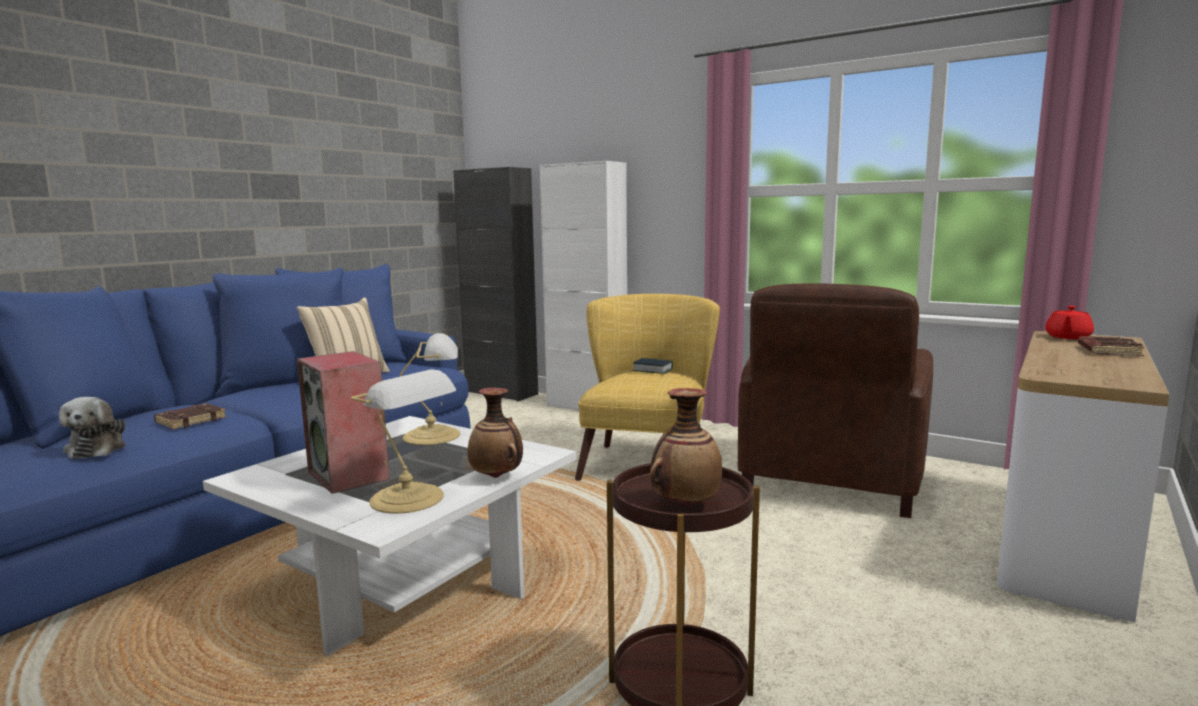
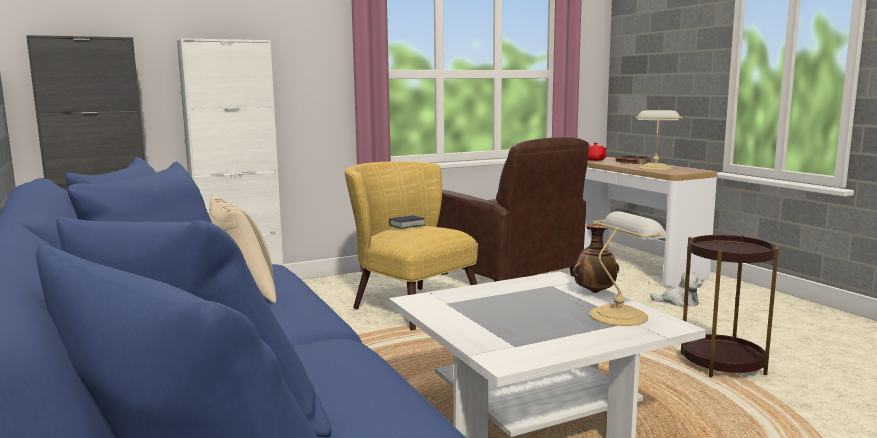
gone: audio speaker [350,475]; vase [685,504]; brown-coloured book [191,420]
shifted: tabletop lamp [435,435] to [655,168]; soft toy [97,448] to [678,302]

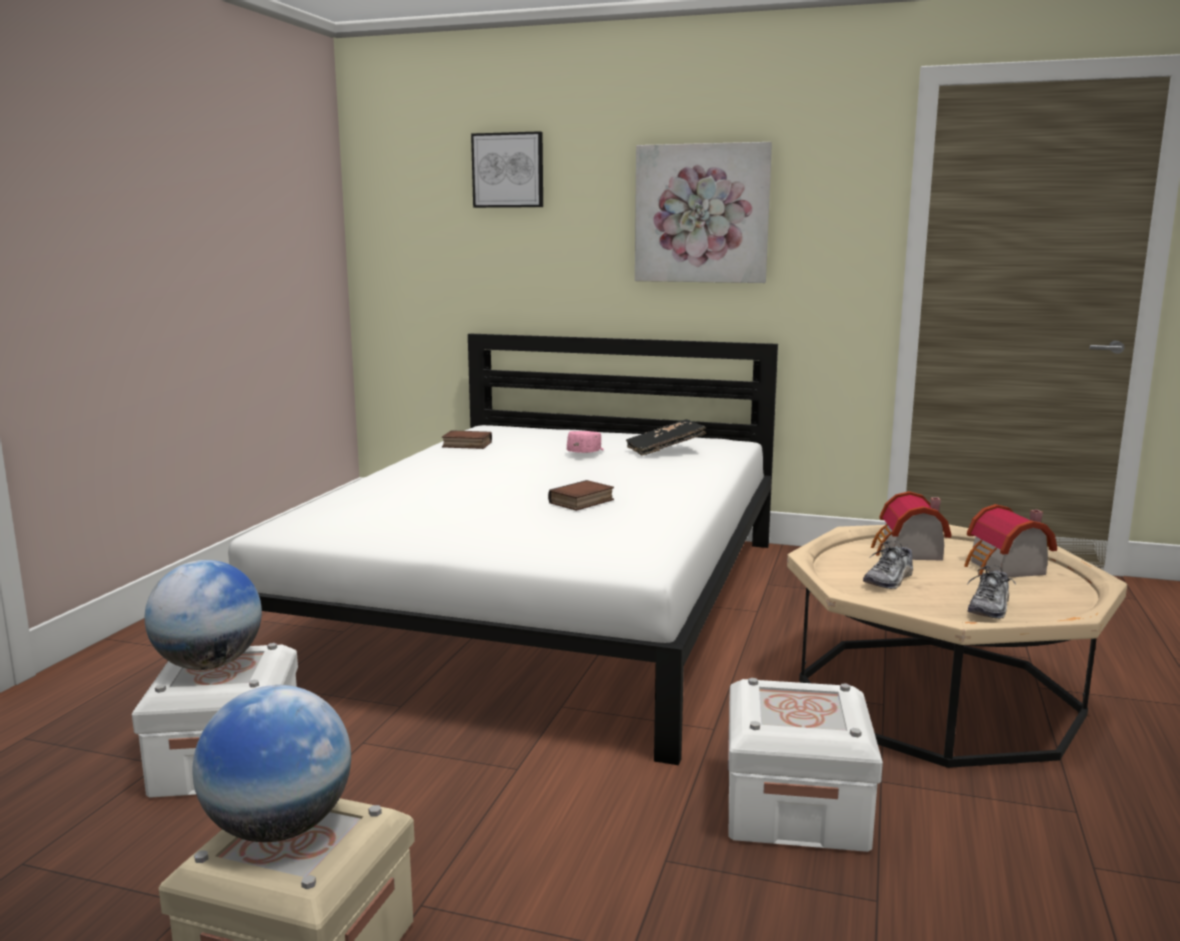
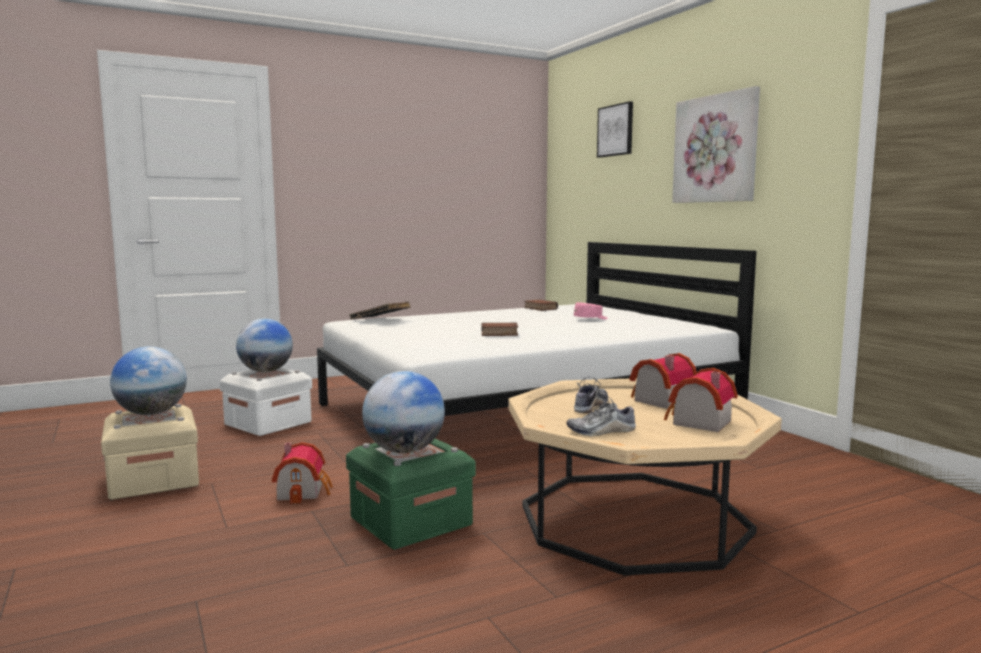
new: desk globe [404,451]; miniature house [304,491]
shifted: black-coloured book [665,450] to [380,320]
repainted: white-coloured storage container [795,808] to green-coloured storage container [411,521]
rotated: item of footwear [889,580] = [590,406] 120 degrees clockwise

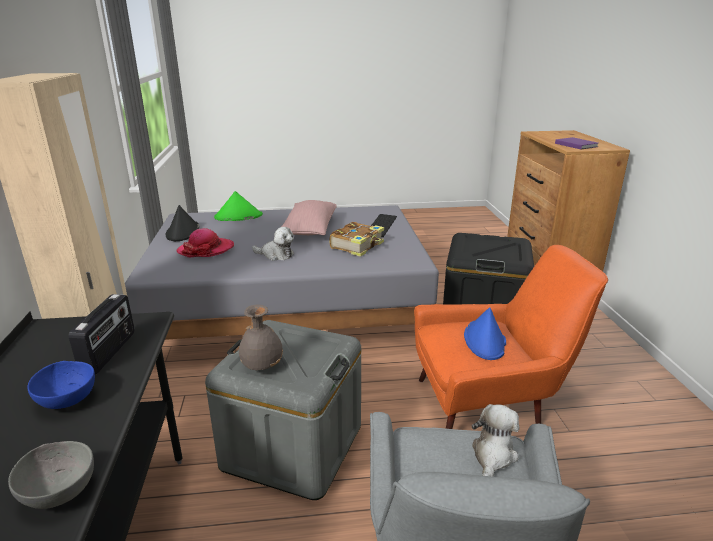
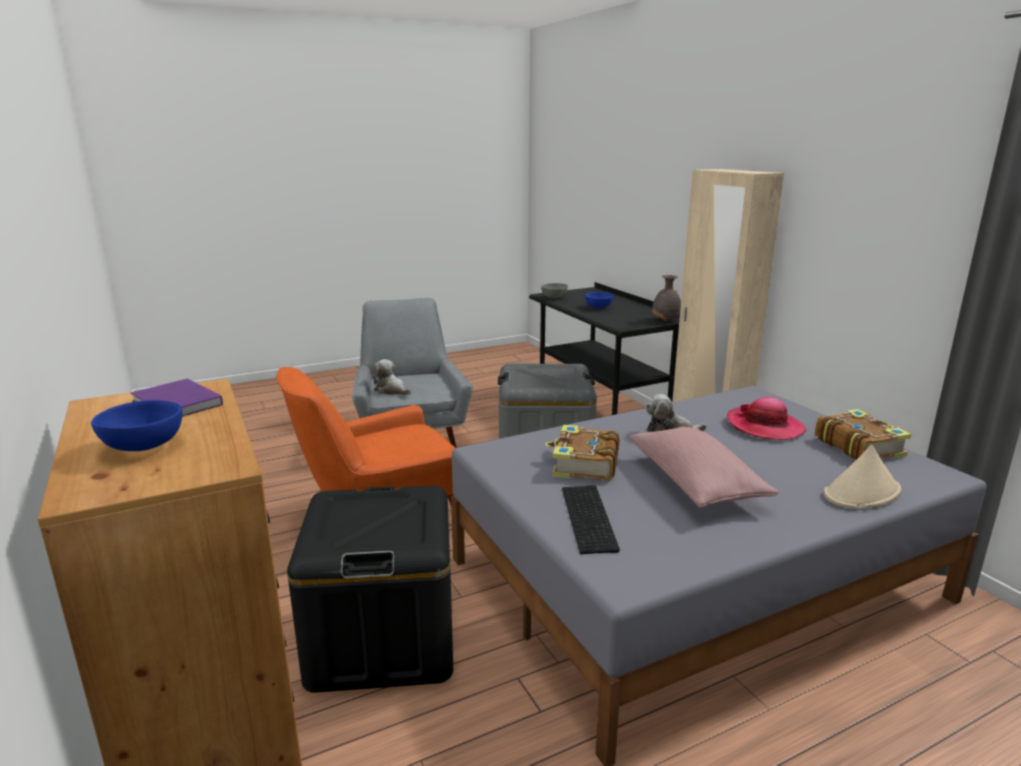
gone: radio receiver [110,352]; blue-coloured wearable hat [485,340]
new: blue-coloured serving bowl [141,447]
shifted: greyish vase [262,366] to [666,321]
swapped: black-coloured wearable hat [183,232] to book [858,446]
repainted: green-coloured wearable hat [238,216] to beige wearable hat [862,493]
rotated: soft toy [493,455] = [391,390] 120 degrees clockwise

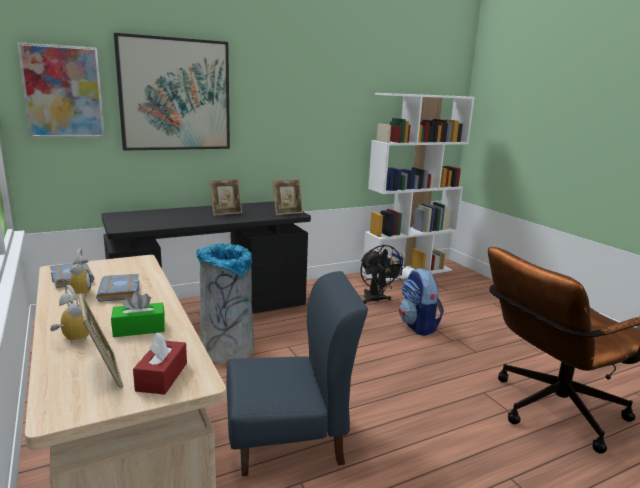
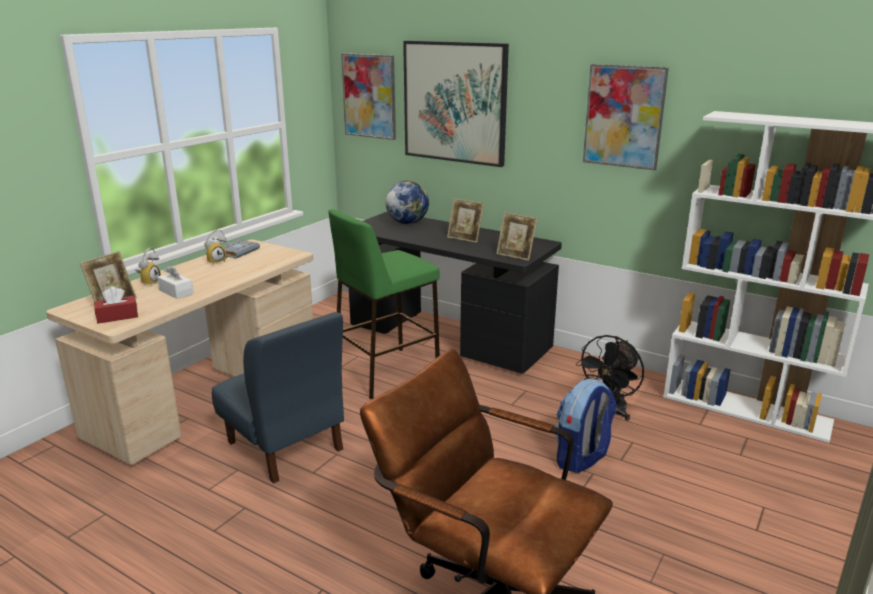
gone: greyish book [121,292]
new: wall picture [624,116]; desk globe [407,223]
swapped: greyish waste bin [226,351] to green-coloured stool [386,372]
repainted: green-coloured tissue holder [139,328] to white-coloured tissue holder [176,292]

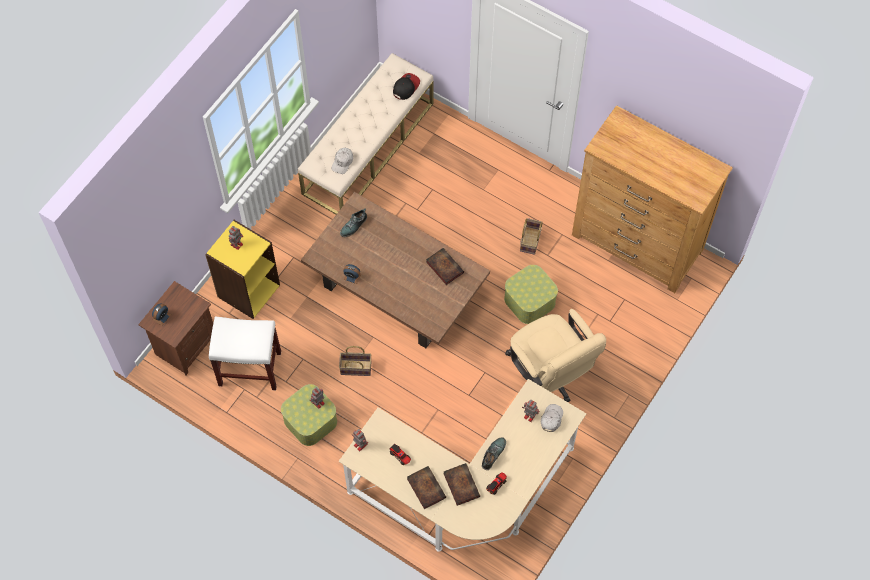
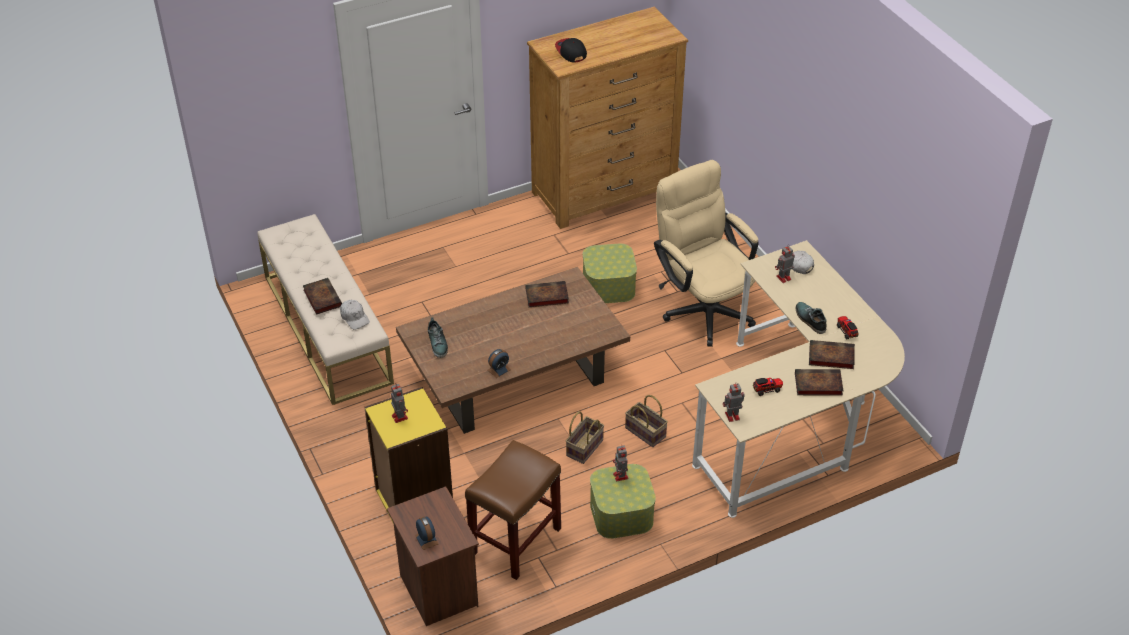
new: book [321,297]
shifted: peaked cap [406,87] to [570,52]; storage basket [531,241] to [646,432]
repainted: white-coloured stool [250,368] to brown-coloured stool [515,540]
rotated: beige office chair [549,376] = [702,307] 120 degrees counterclockwise

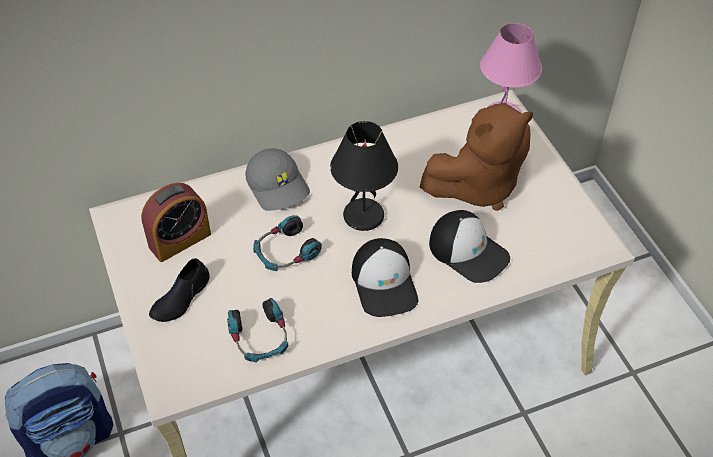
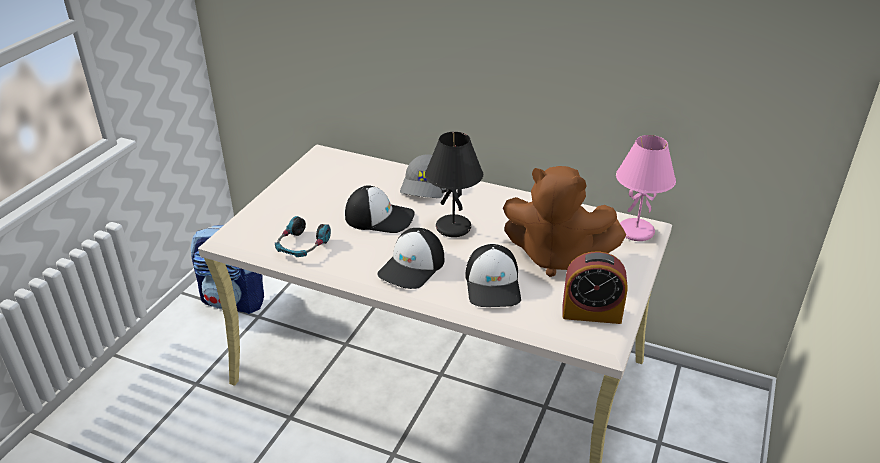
gone: black-coloured item of footwear [181,298]
shifted: bedside clock [180,240] to [591,313]
swapped: headset [286,252] to peaked cap [380,217]

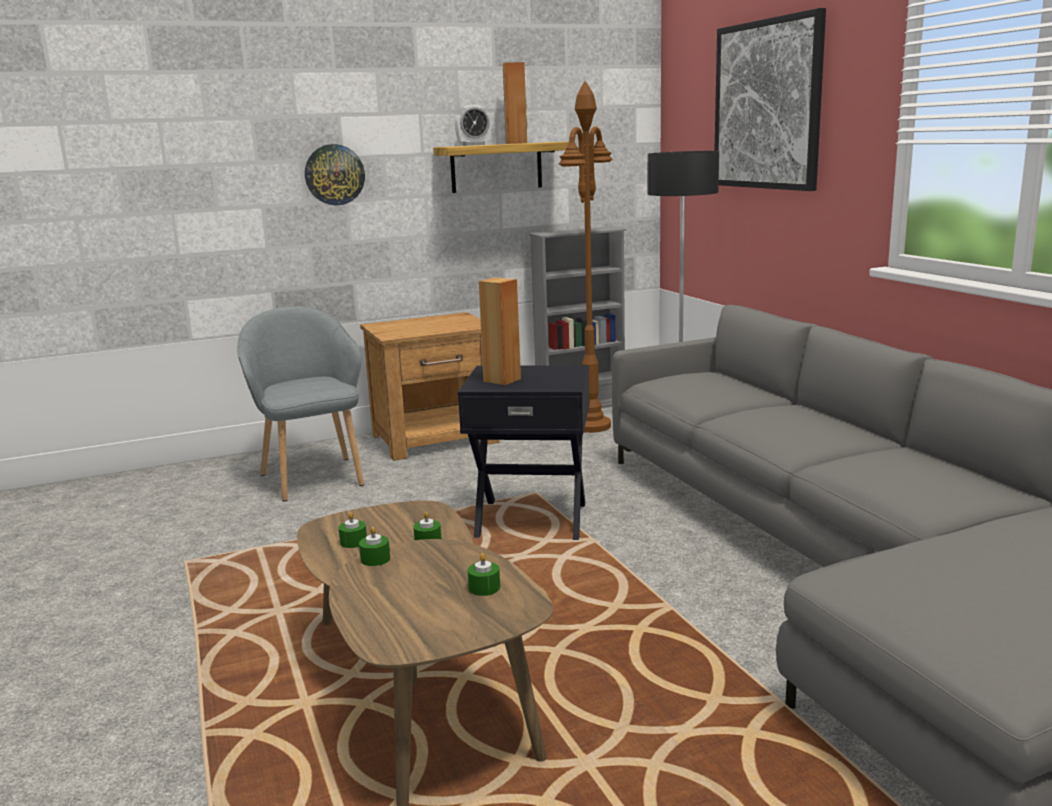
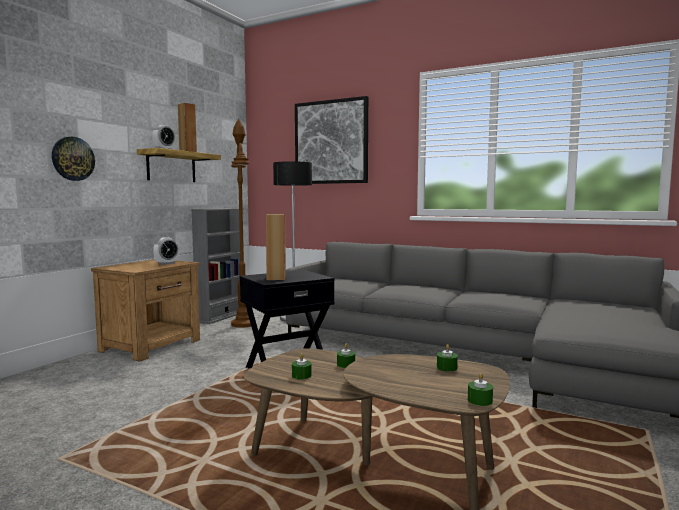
gone: greyish lounge chair [313,477]
new: bedside clock [166,263]
shifted: green-coloured wax light [375,559] to [480,400]

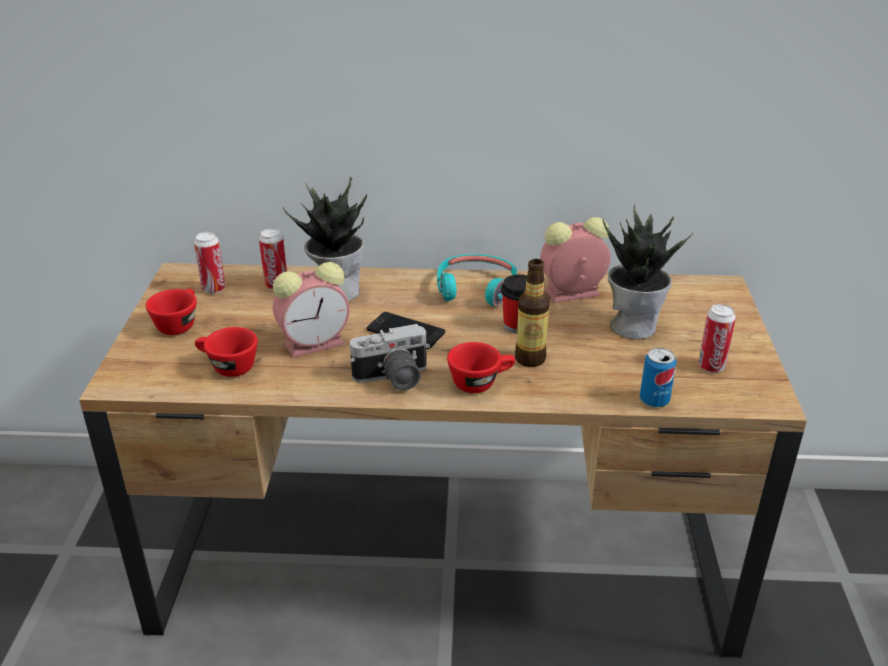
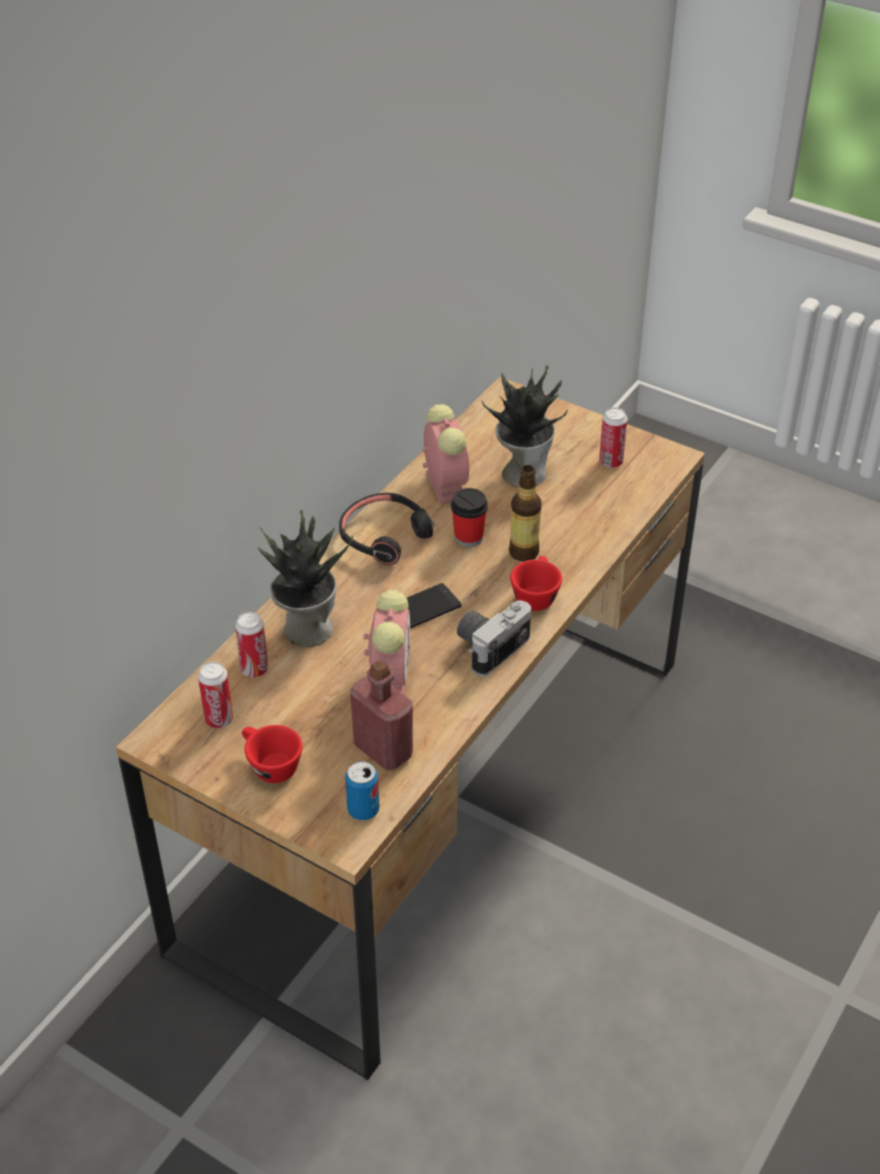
shifted: sealed can [654,400] to [363,810]
swapped: red-coloured drinking cup [227,367] to red-coloured drink bottle [383,750]
repainted: turquoise-coloured headset [476,288] to black-coloured headset [384,536]
rotated: bedside clock [570,293] = [443,483] 150 degrees clockwise; photo camera [393,379] = [490,645] 150 degrees counterclockwise

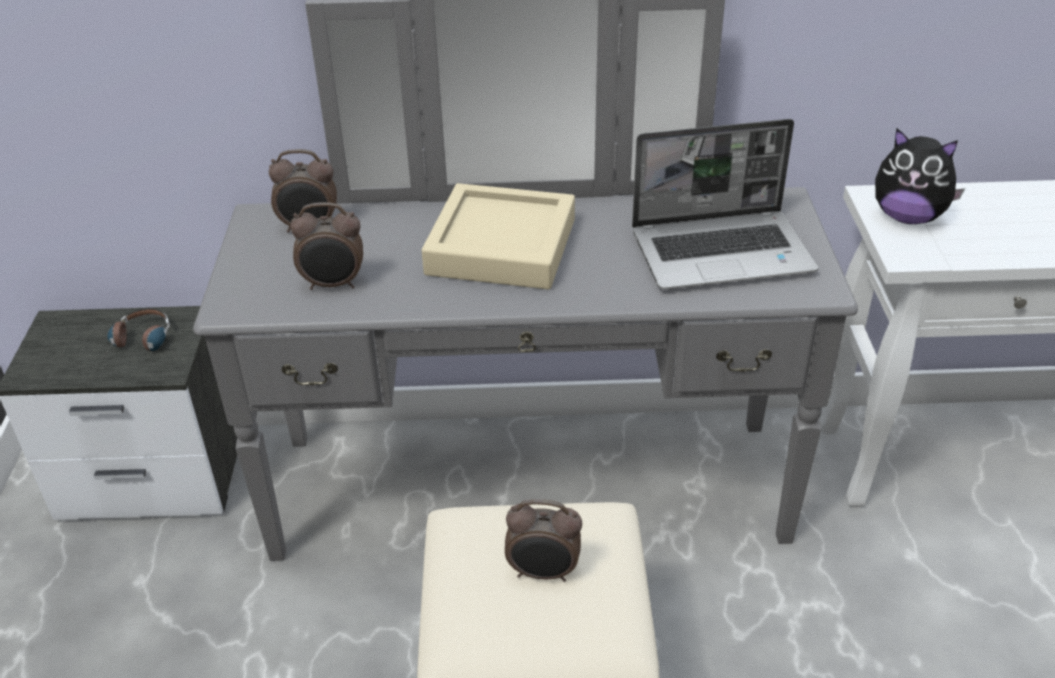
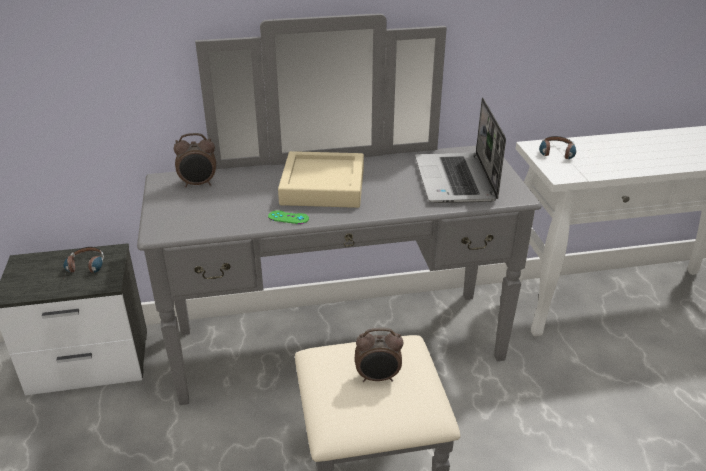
gone: bedside clock [333,284]
new: green-coloured game controller [288,217]
swapped: soft toy [908,217] to headset [556,155]
rotated: notebook computer [723,251] = [456,180] 105 degrees clockwise

